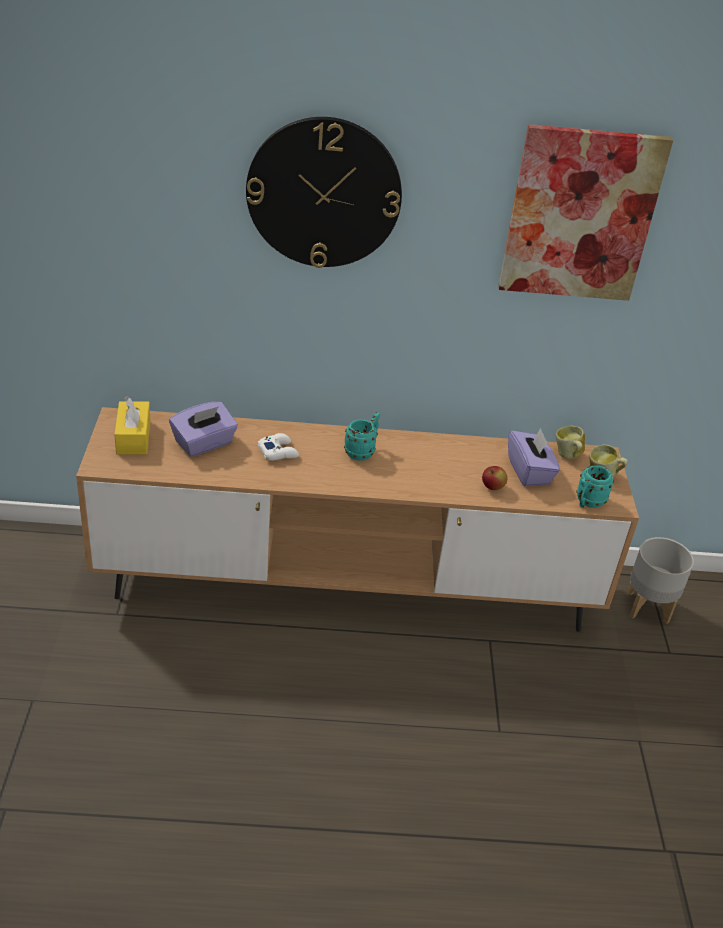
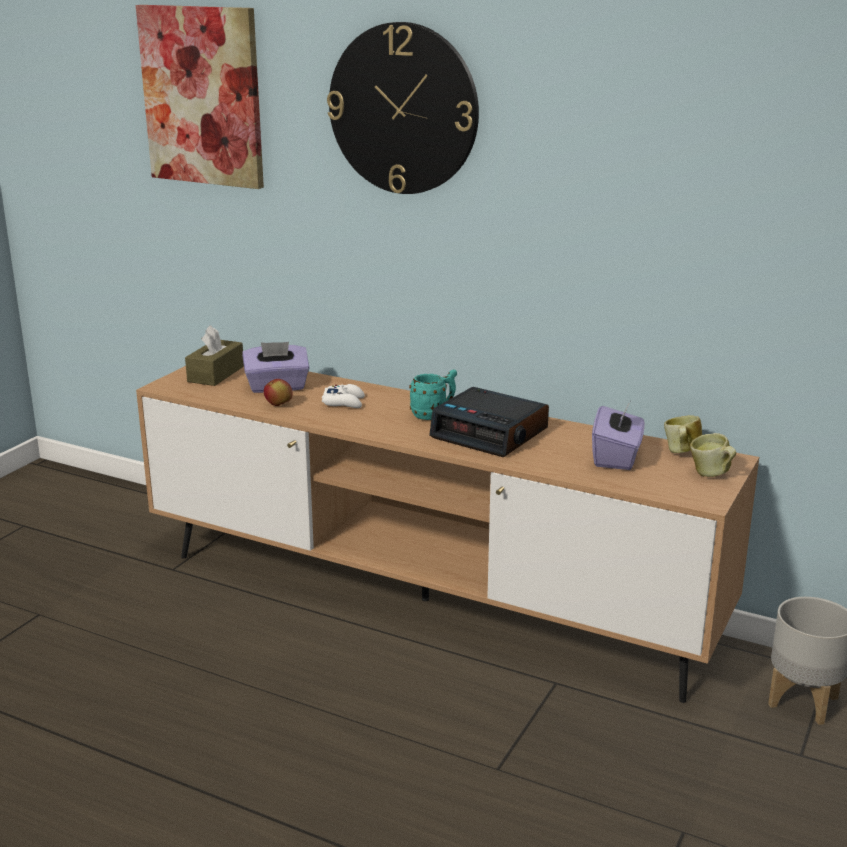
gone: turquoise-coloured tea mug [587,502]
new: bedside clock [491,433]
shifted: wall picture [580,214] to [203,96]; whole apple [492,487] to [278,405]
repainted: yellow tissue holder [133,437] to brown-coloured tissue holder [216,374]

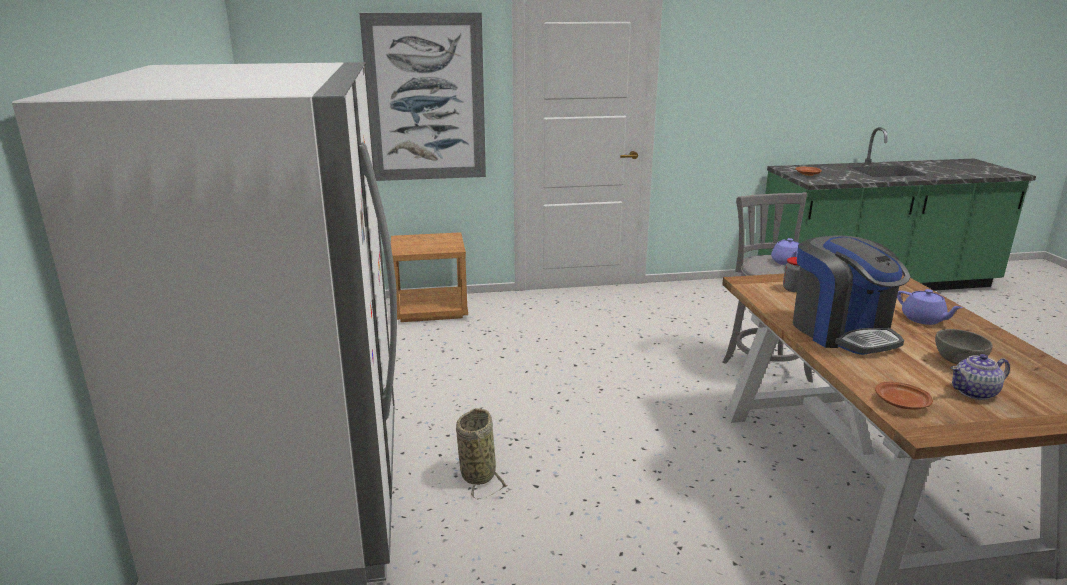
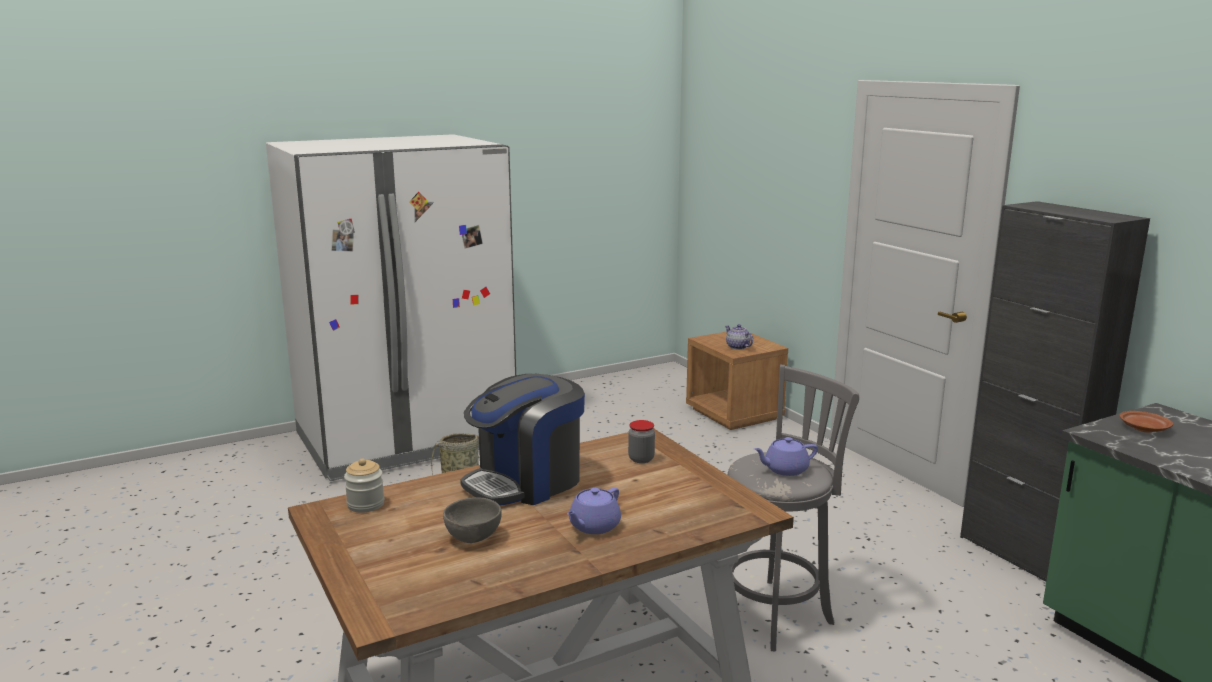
gone: wall picture [425,98]
new: black-coloured cabinet [1021,555]
shifted: tea pot [975,392] to [738,347]
swapped: brown-coloured plate [902,404] to storage jar [365,504]

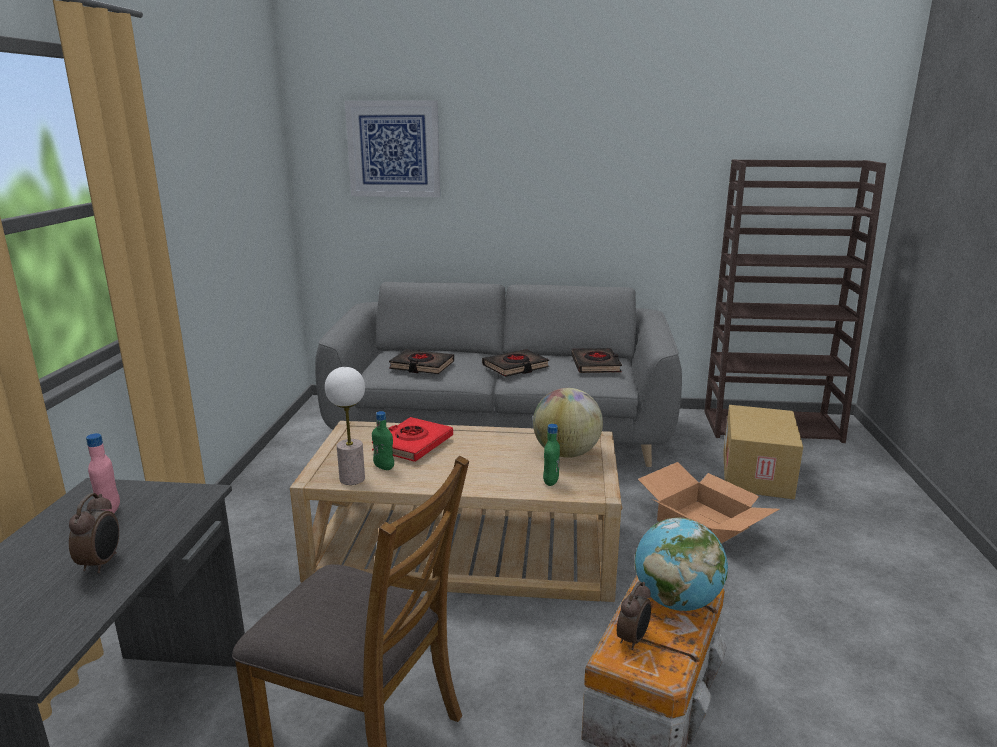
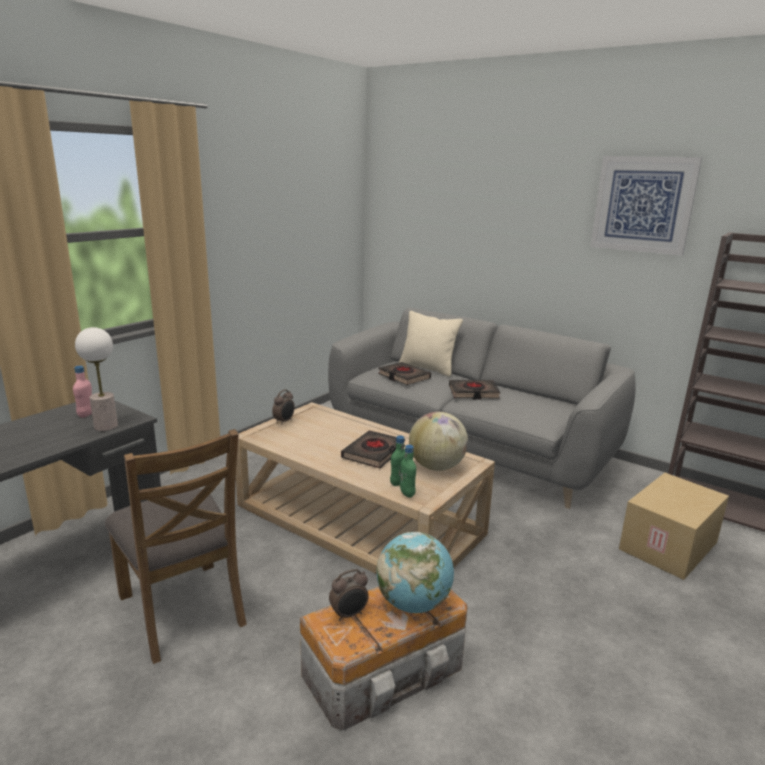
gone: red-coloured book [413,444]; cardboard box [704,524]
new: beige cushion [428,368]
shifted: wall picture [393,149] to [643,204]; black-coloured book [596,365] to [374,453]; tabletop lamp [351,479] to [105,426]; green-coloured drink bottle [384,467] to [407,493]; bedside clock [102,563] to [284,421]

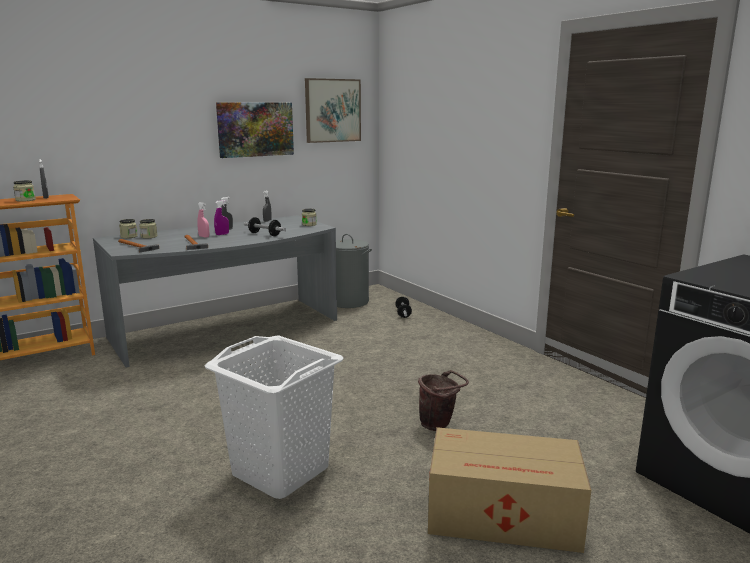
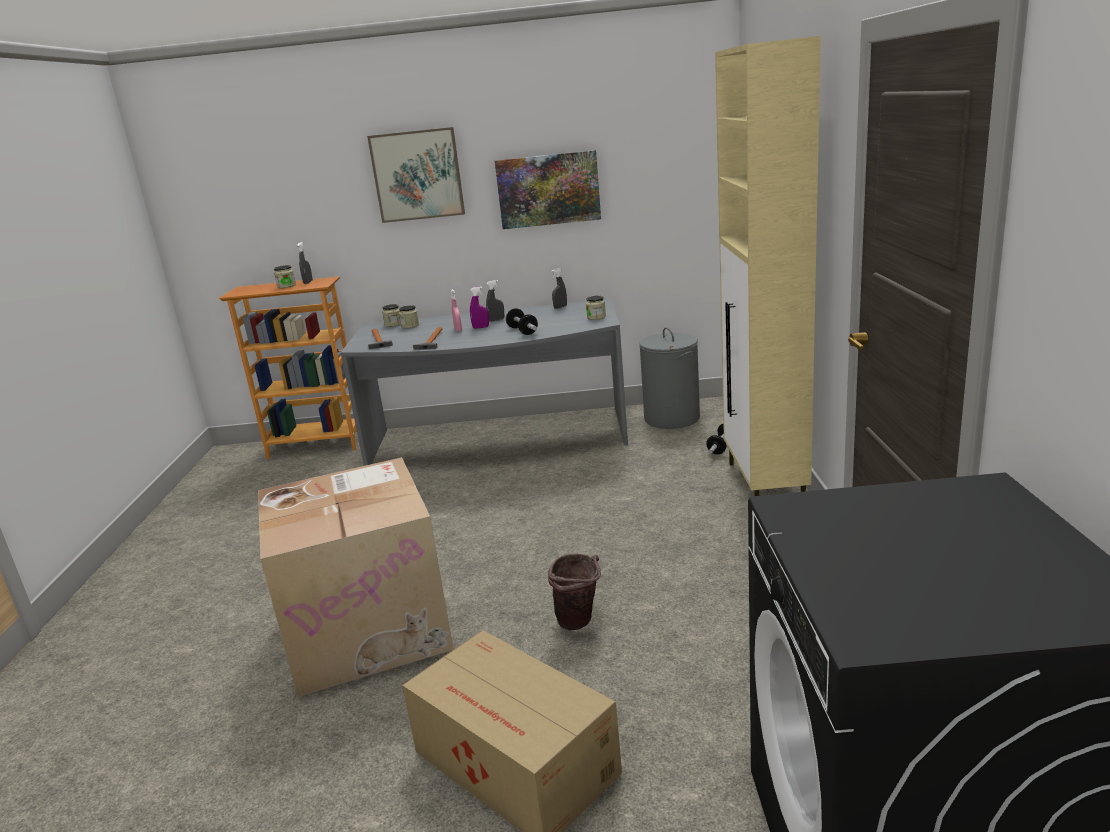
new: beige cabinet [765,486]
shifted: wall picture [332,110] to [417,175]
swapped: white-coloured washing basket [280,470] to cardboard box [369,627]

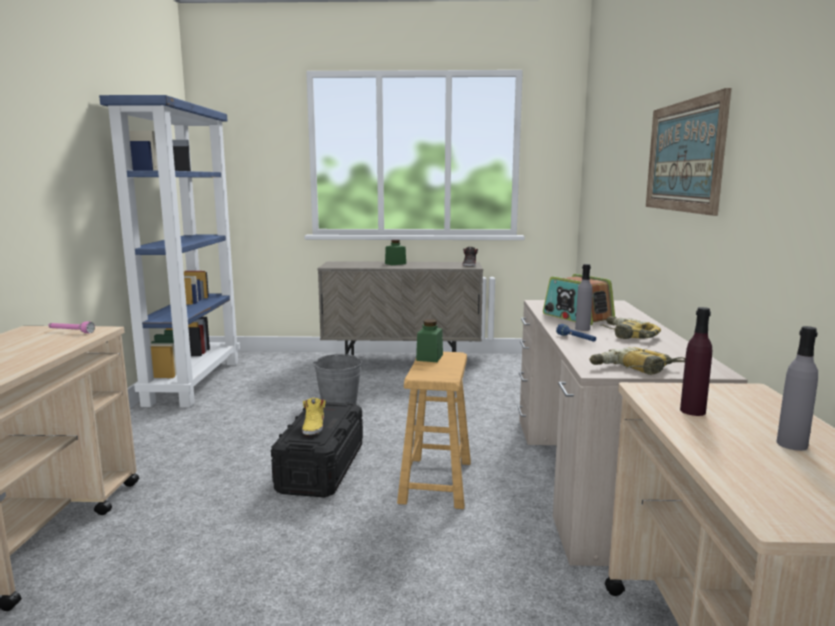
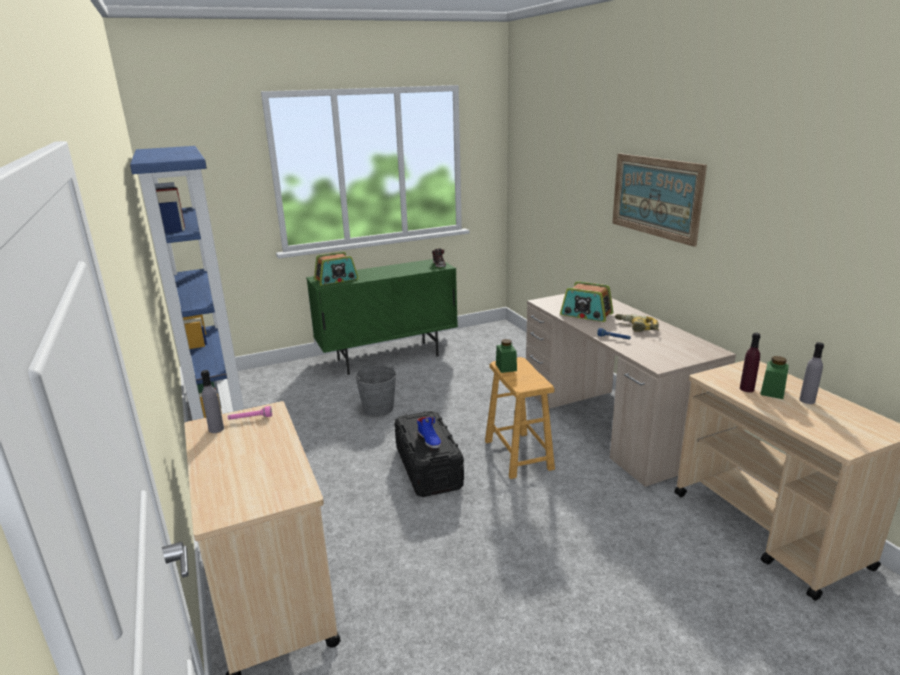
gone: drill [635,369]
new: radio receiver [336,279]
shifted: green-coloured storage jar [395,263] to [772,391]; greyish drink bottle [582,329] to [216,429]
repainted: beige cabinet [402,365] to green-coloured cabinet [388,358]; yellow item of footwear [314,426] to blue-coloured item of footwear [429,439]

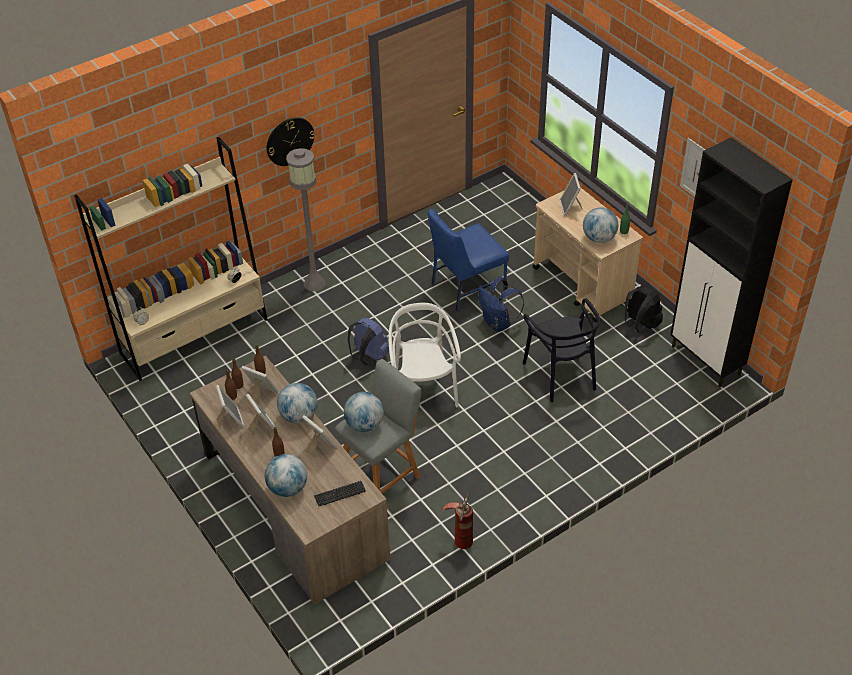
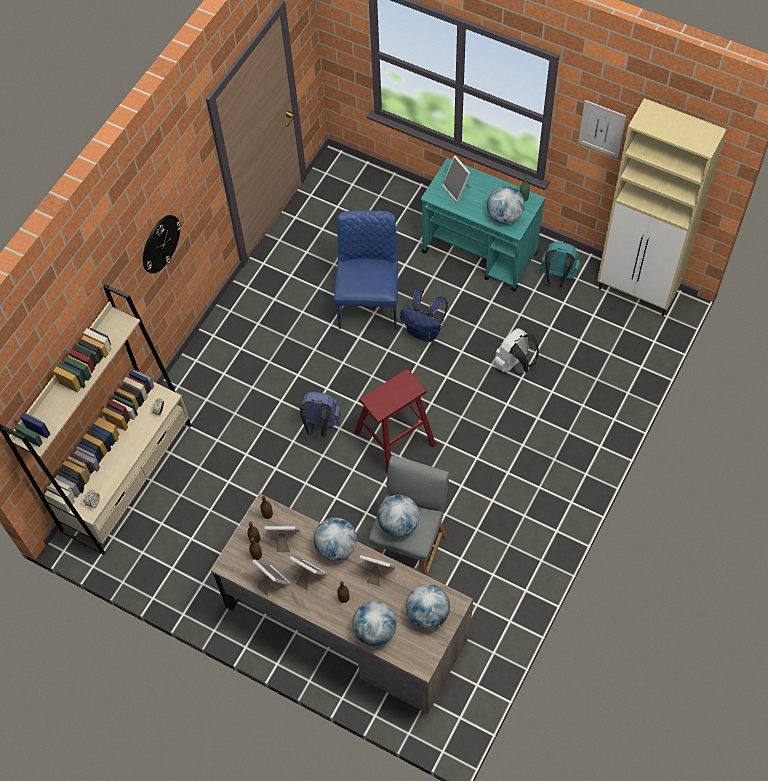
gone: greyish standard lamp [314,283]; fire-fighting cylinder [461,535]
swapped: black-coloured upright chair [561,374] to white-coloured knapsack [514,364]; white-coloured upright chair [423,390] to red-coloured stool [395,439]; PC keyboard [340,494] to desk globe [427,614]
repainted: black-coloured cabinet [706,361] to beige cabinet [637,292]; beige wheeled cart [583,285] to turquoise-coloured wheeled cart [480,253]; black-coloured knapsack [640,325] to turquoise-coloured knapsack [557,277]
rotated: blue-coloured upright chair [466,287] = [369,301] 150 degrees clockwise

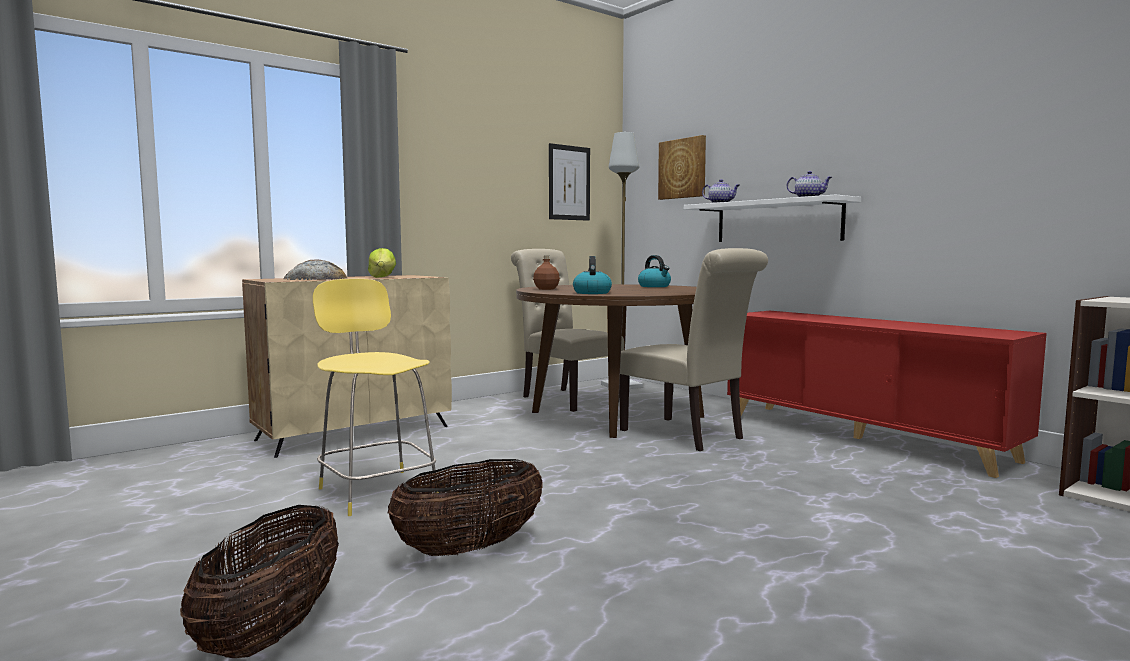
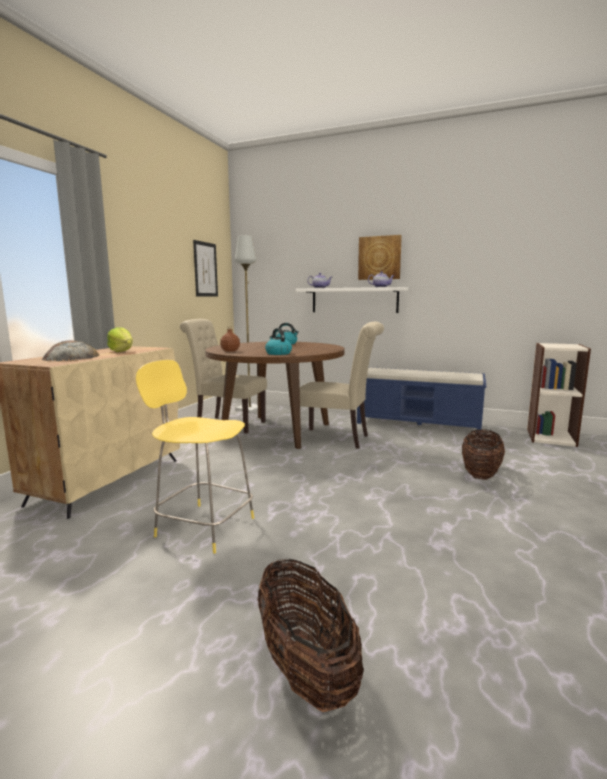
shifted: wall picture [683,168] to [379,258]; storage basket [470,548] to [480,474]
swapped: red-coloured cabinet [862,437] to blue-coloured indoor bench [419,424]

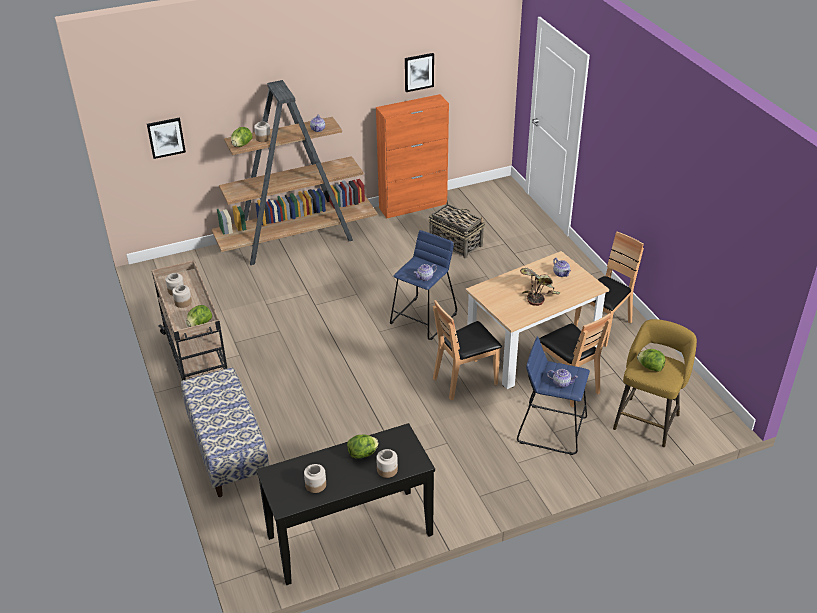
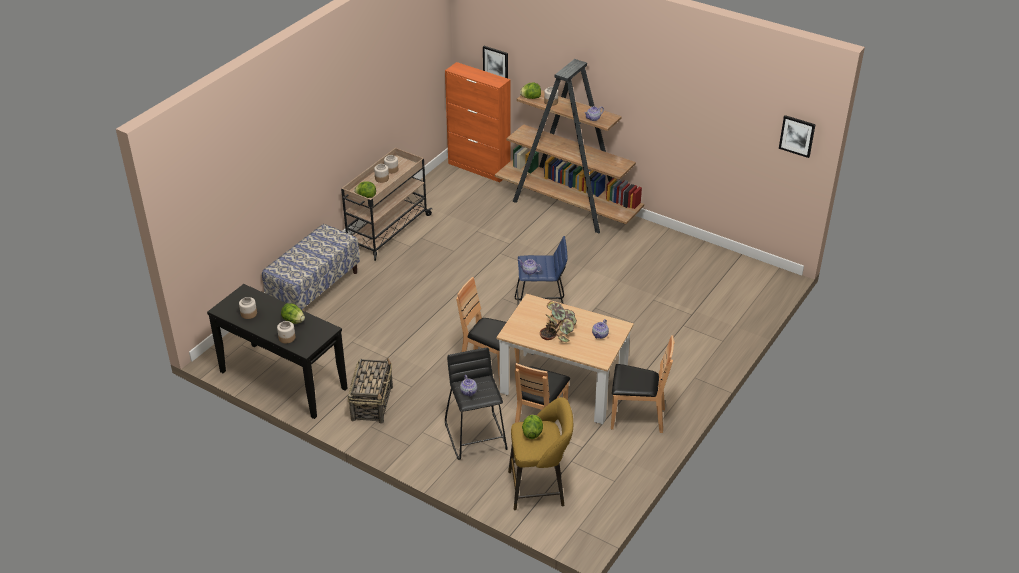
shifted: wall picture [419,72] to [797,136]; orangey cabinet [413,206] to [479,168]; storage basket [455,243] to [372,403]
repainted: blue-coloured stool [551,429] to black-coloured stool [476,436]

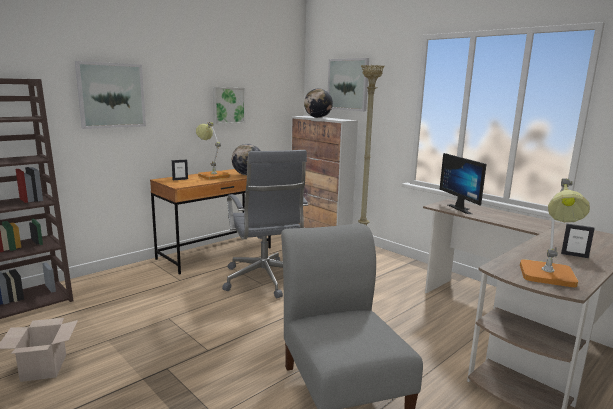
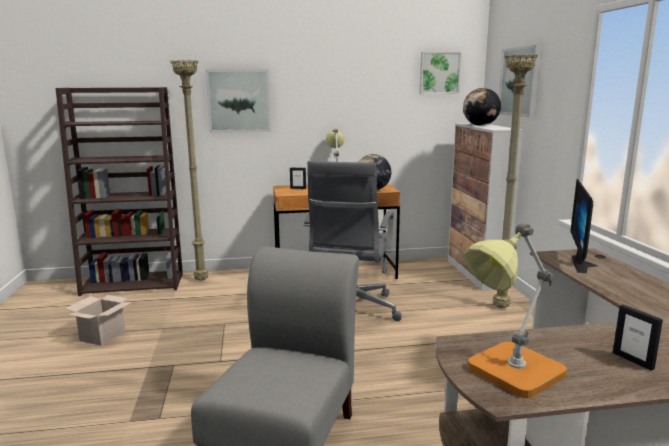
new: beige standard lamp [200,280]
shifted: wall picture [228,105] to [439,73]

